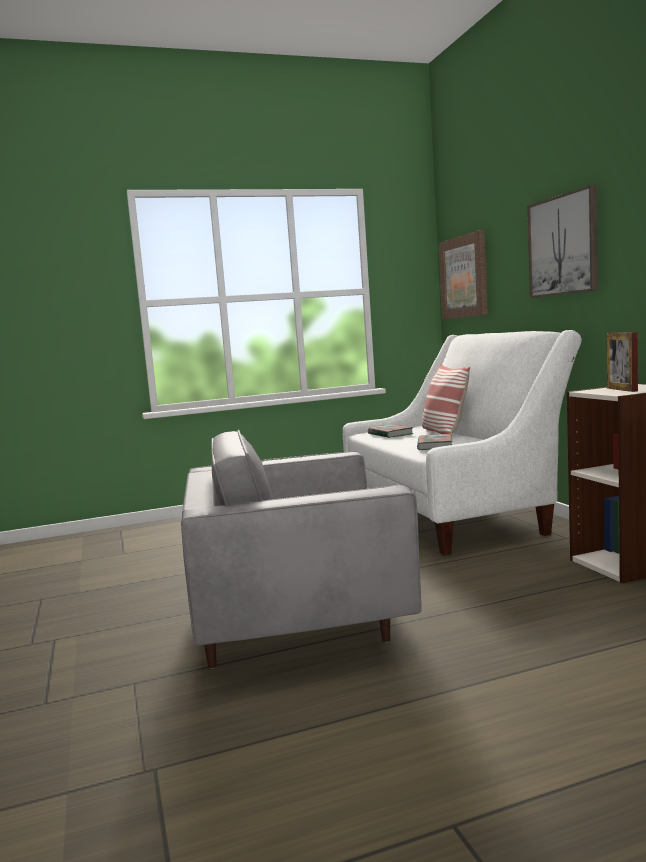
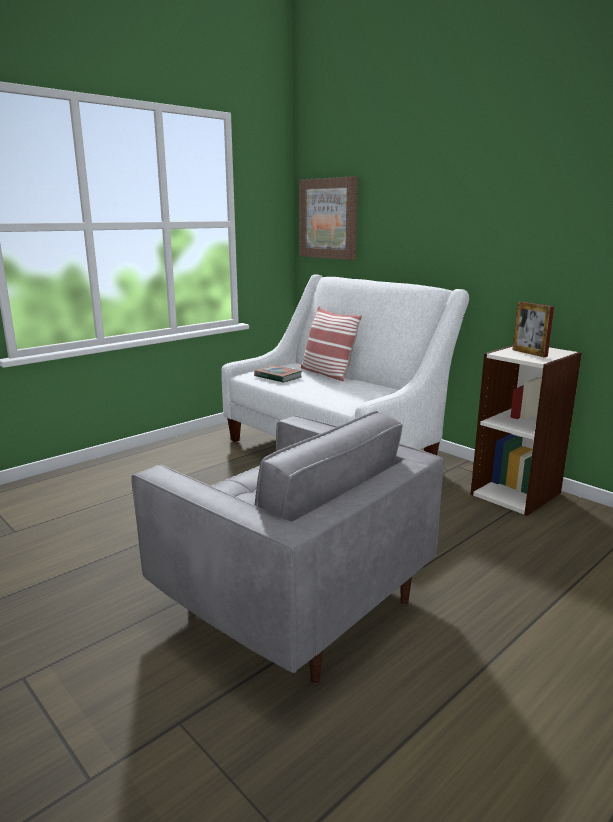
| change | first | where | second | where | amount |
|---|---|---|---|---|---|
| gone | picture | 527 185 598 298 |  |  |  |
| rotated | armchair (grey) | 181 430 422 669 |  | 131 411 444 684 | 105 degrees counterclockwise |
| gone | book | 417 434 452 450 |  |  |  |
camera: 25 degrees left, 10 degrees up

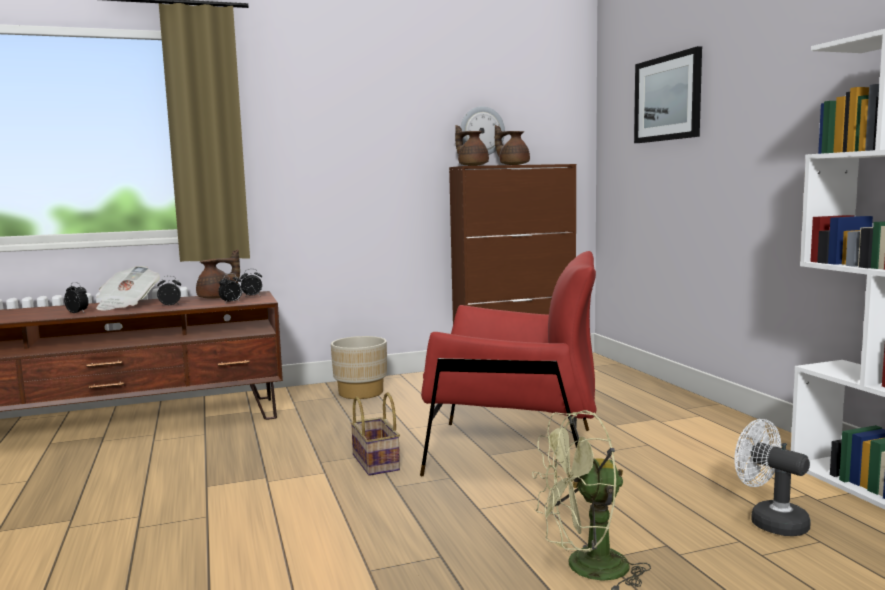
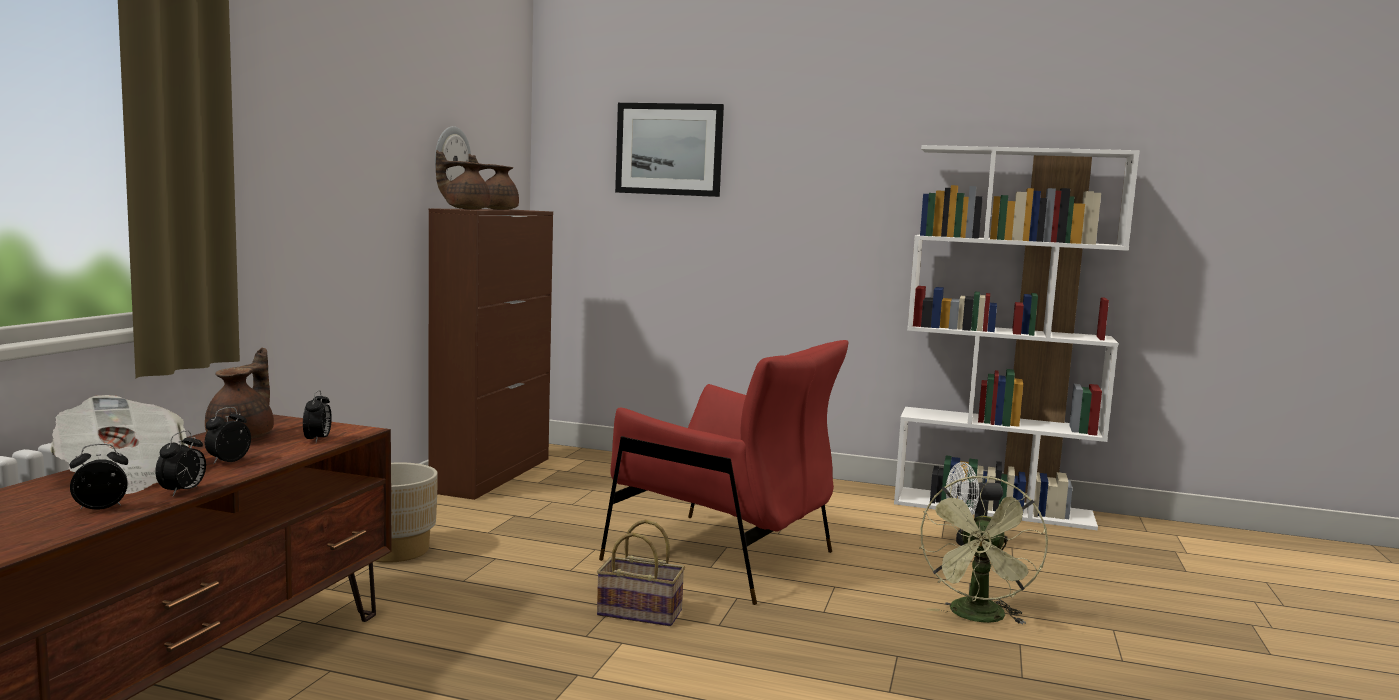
| change | first | where | second | where | amount |
|---|---|---|---|---|---|
| rotated | armchair (red) | 420 251 597 476 |  | 599 340 849 605 | 75 degrees clockwise |
| shifted | alarm clock | 240 269 262 298 |  | 155 431 206 496 |  |
camera: 55 degrees left, 0 degrees up

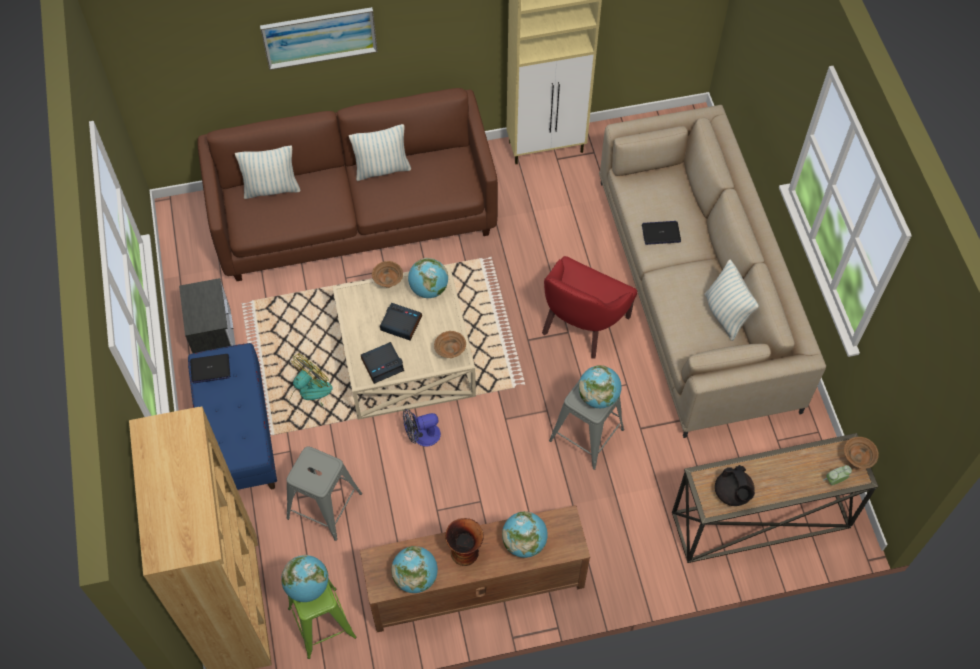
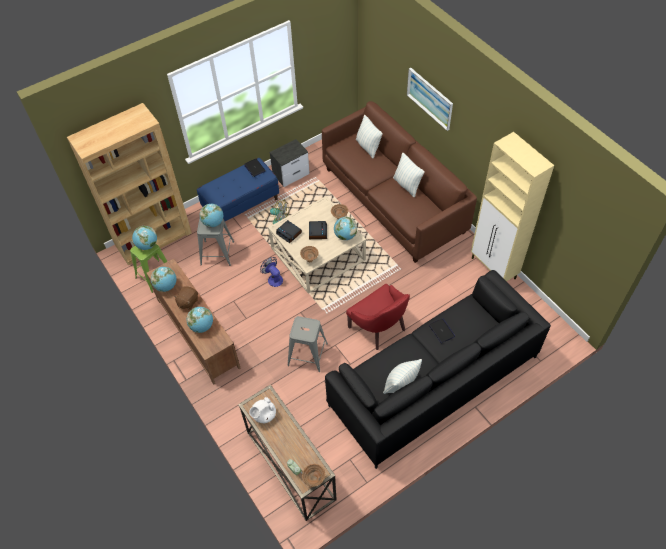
| change | first | where | second | where | amount |
|---|---|---|---|---|---|
| repainted | sofa (beige) | 599 105 826 438 | sofa (black) | 325 270 551 469 |  |
| rotated | armchair (red) | 542 256 637 359 |  | 346 284 410 350 | 135 degrees counterclockwise |
| shifted | globe | 579 365 622 408 |  | 200 204 223 227 |  |
| repainted | teapot (black) | 715 465 755 506 | teapot (white) | 249 397 276 423 |  |
| swapped | vase | 445 518 484 566 | plush toy (brown) | 174 286 198 310 |  |
camera: 70 degrees right, 5 degrees down

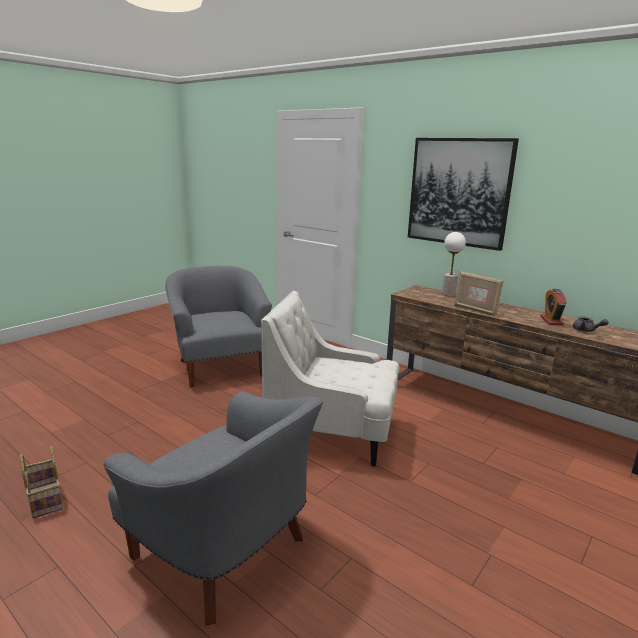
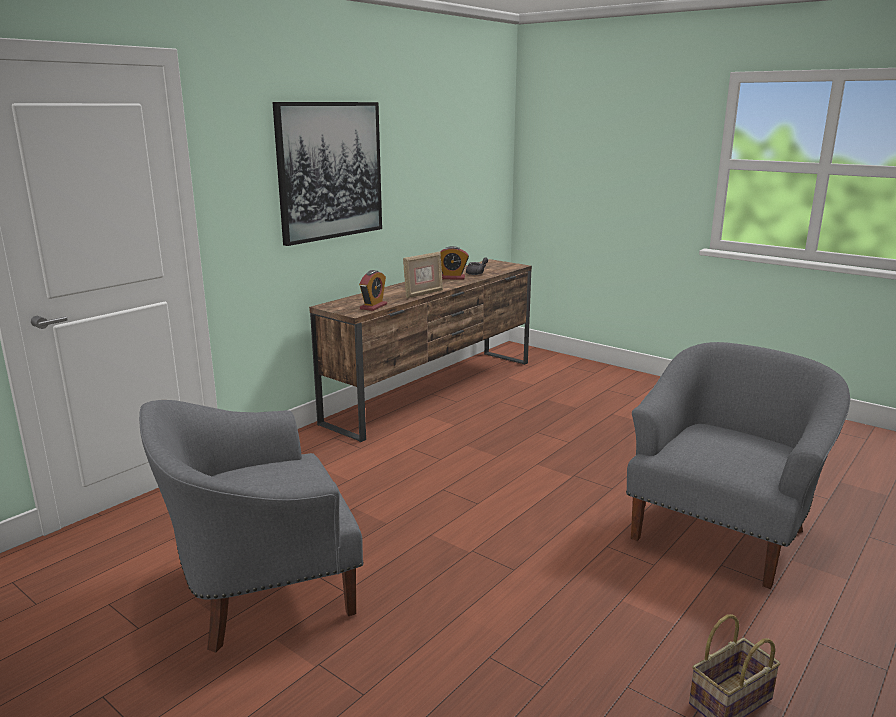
| change | first | where | second | where | amount |
|---|---|---|---|---|---|
| gone | table lamp | 442 232 466 296 |  |  |  |
| gone | armchair (white) | 261 291 399 466 |  |  |  |
| new |  |  | alarm clock | 359 270 387 311 |  |
camera: 90 degrees left, 0 degrees up

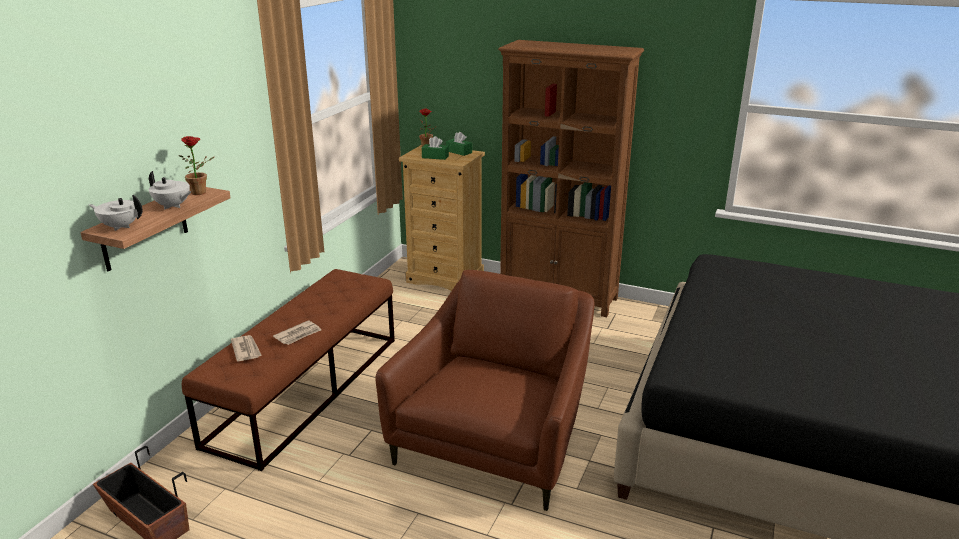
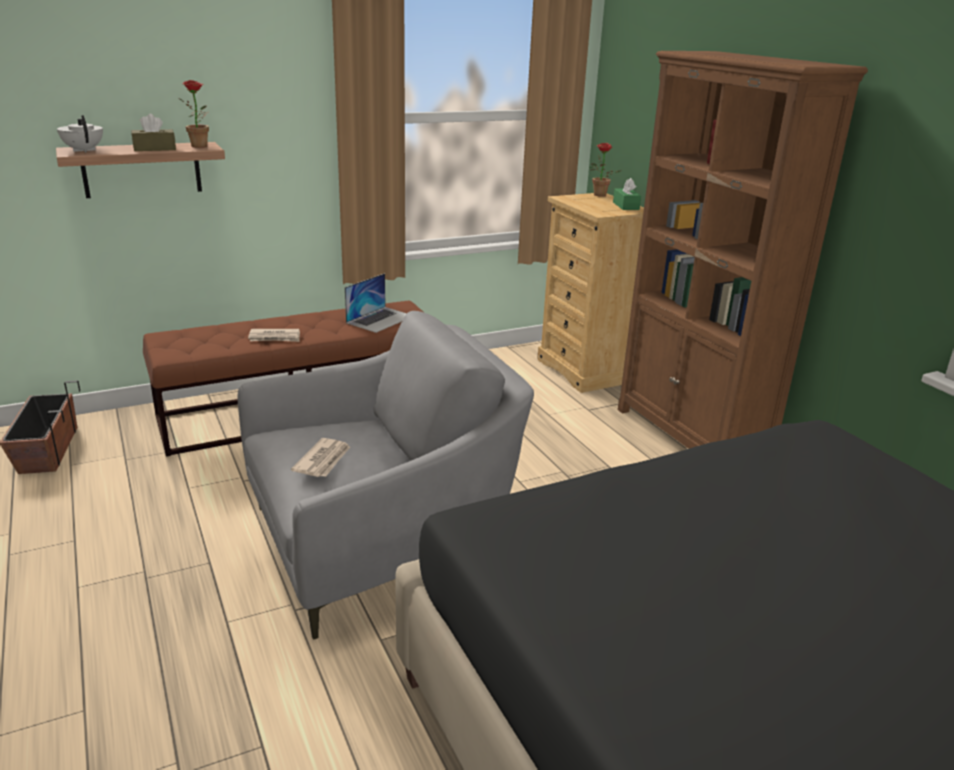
| change | first | where | second | where | amount |
|---|---|---|---|---|---|
| gone | tissue box (green) | 422 136 449 160 |  |  |  |
| swapped | teapot (white) | 149 171 192 209 | tissue box (brown) | 131 114 176 151 |  |
| repainted | armchair (brown) | 376 270 595 511 | armchair (grey) | 237 311 534 640 |  |
| shifted | newspaper | 231 335 262 361 |  | 291 438 351 477 |  |
| new |  |  | laptop | 345 273 407 333 |  |
camera: 40 degrees right, 0 degrees up

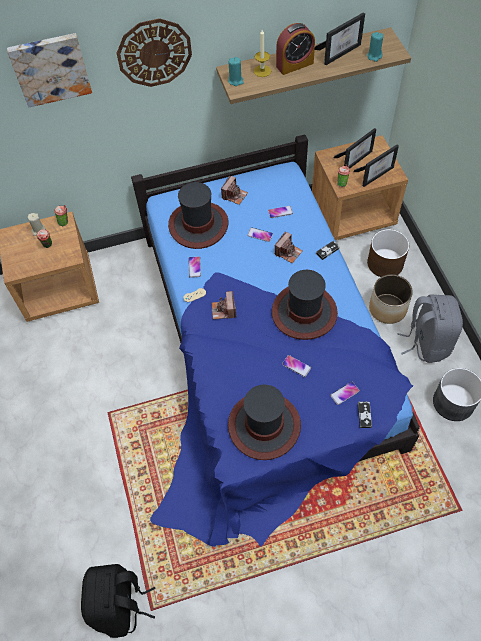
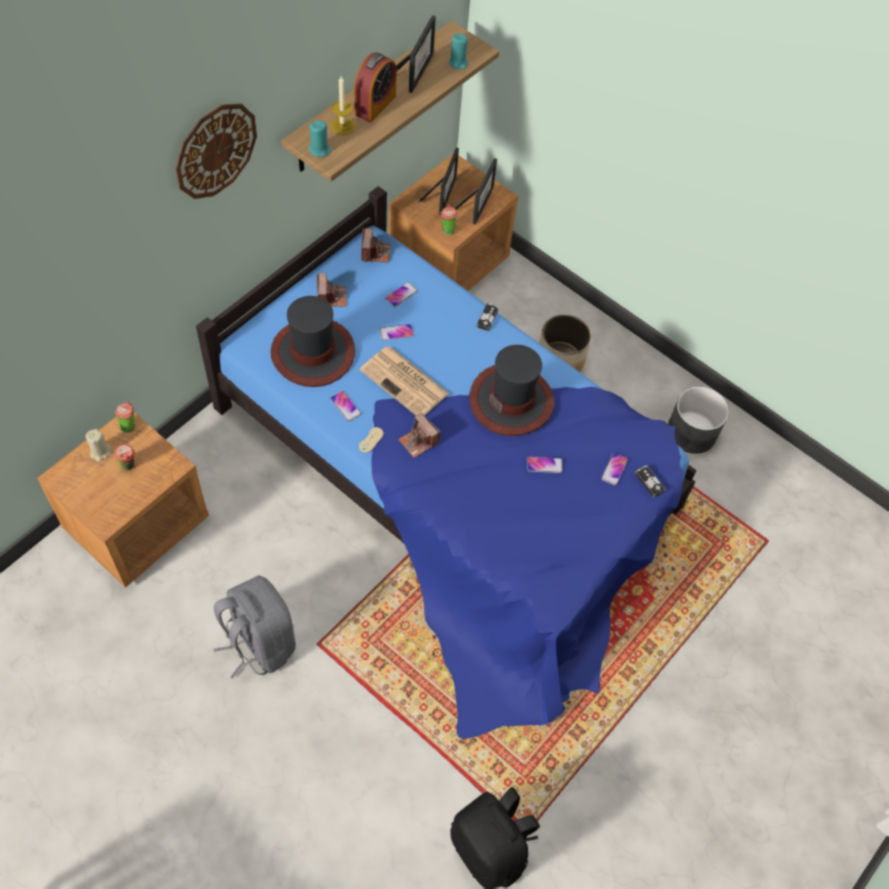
| change | first | where | second | where | amount |
|---|---|---|---|---|---|
| gone | picture | 7 33 92 107 |  |  |  |
| gone | planter (brown) | 367 229 409 277 |  |  |  |
| shifted | photo camera | 275 232 303 263 |  | 361 228 391 263 |  |
| shifted | backpack (grey) | 397 295 463 363 |  | 213 576 296 678 |  |
| gone | hat | 228 385 301 460 |  |  |  |
| new |  |  | newspaper | 360 346 449 416 |  |
camera: 40 degrees left, 0 degrees up

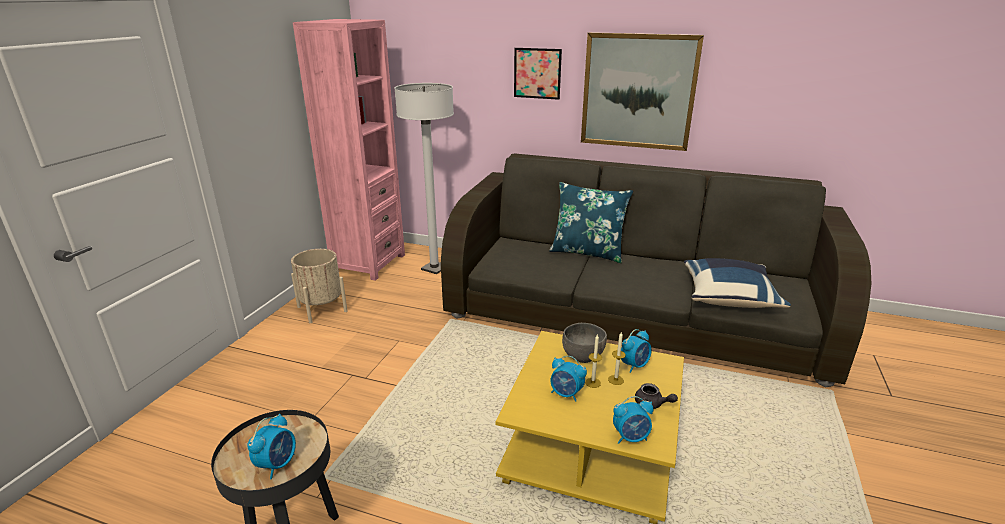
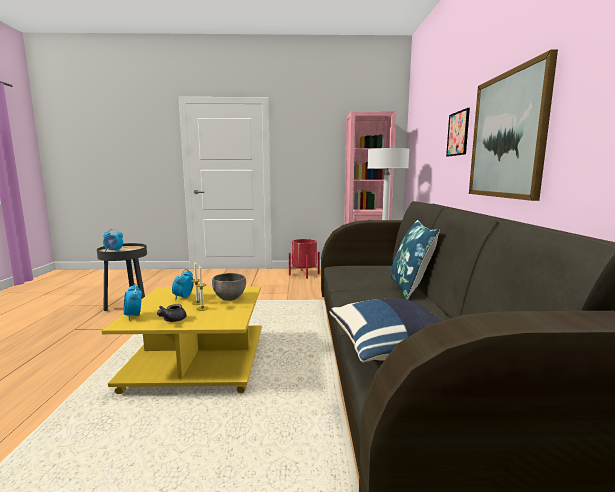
| change | first | where | second | where | amount |
|---|---|---|---|---|---|
| repainted | planter (beige) | 291 249 348 323 | planter (red) | 289 239 320 279 |  |
| gone | alarm clock | 621 329 651 373 |  |  |  |
camera: 70 degrees right, 15 degrees down

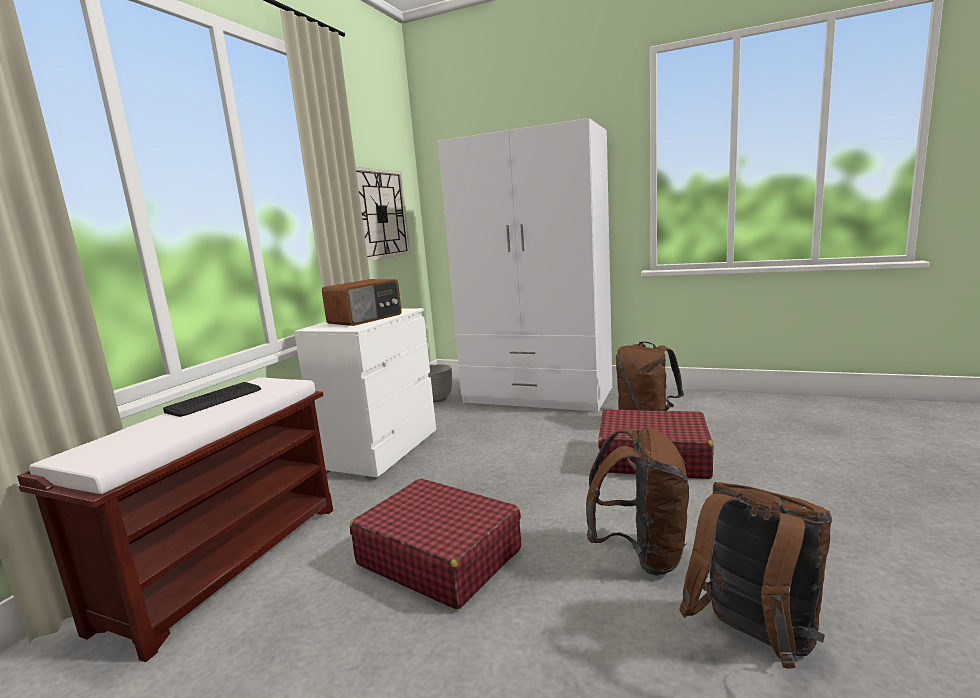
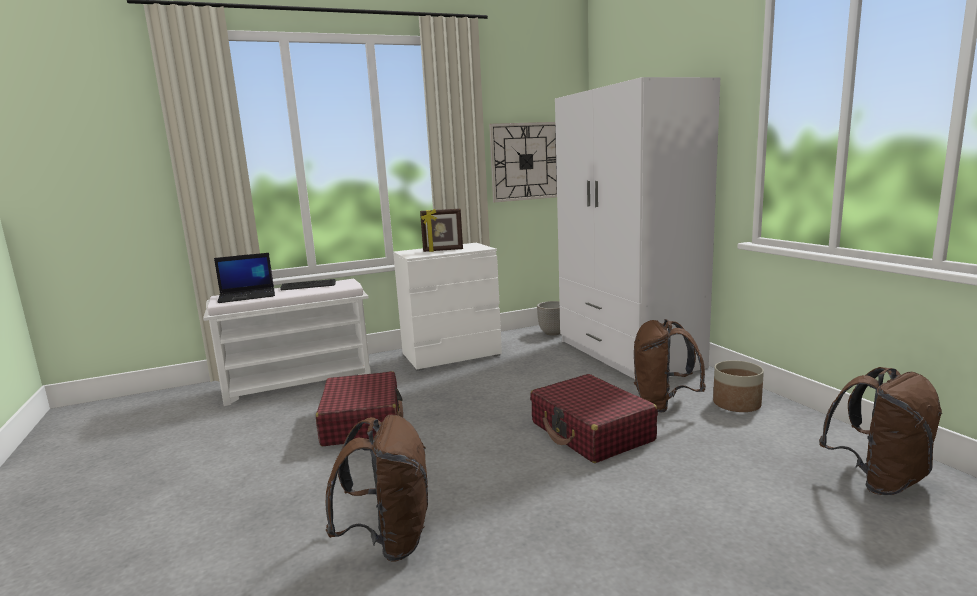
| change | first | where | second | where | amount |
|---|---|---|---|---|---|
| swapped | radio | 322 279 402 326 | picture frame | 420 209 463 252 |  |
| repainted | bench (brown) | 17 377 333 662 | bench (white) | 203 279 371 406 |  |
| shifted | backpack (brown) | 586 427 689 576 |  | 819 367 942 495 |  |
| new |  |  | laptop | 214 253 275 303 |  |
| new |  |  | planter | 713 361 764 412 |  |
camera: 45 degrees right, 0 degrees up

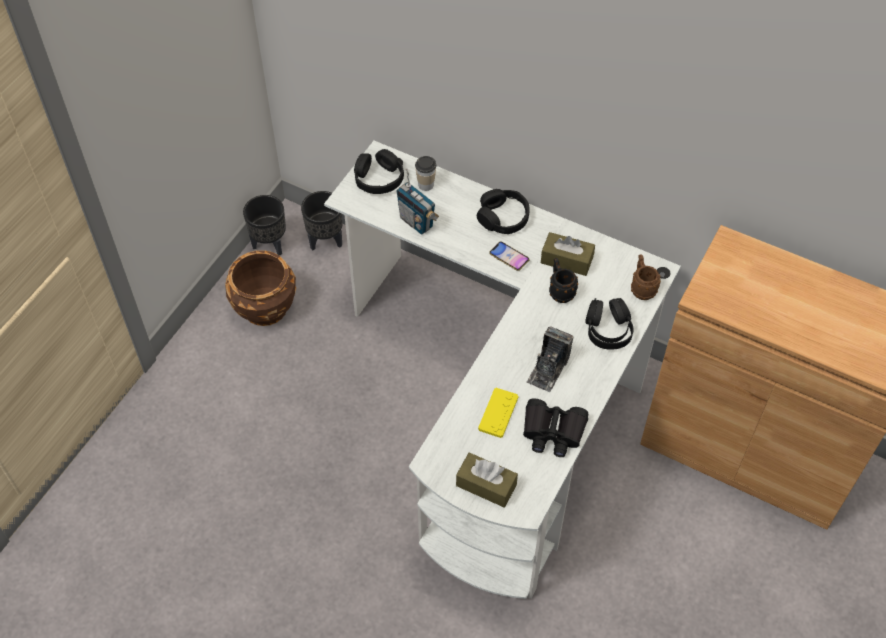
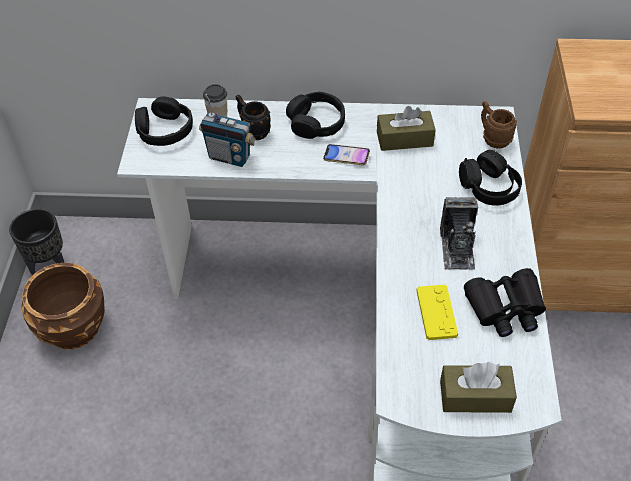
| change | first | where | second | where | amount |
|---|---|---|---|---|---|
| gone | planter (black) | 301 191 343 250 |  |  |  |
| shifted | mug (black) | 549 258 578 303 |  | 236 95 271 140 |  |
camera: 25 degrees left, 5 degrees down

